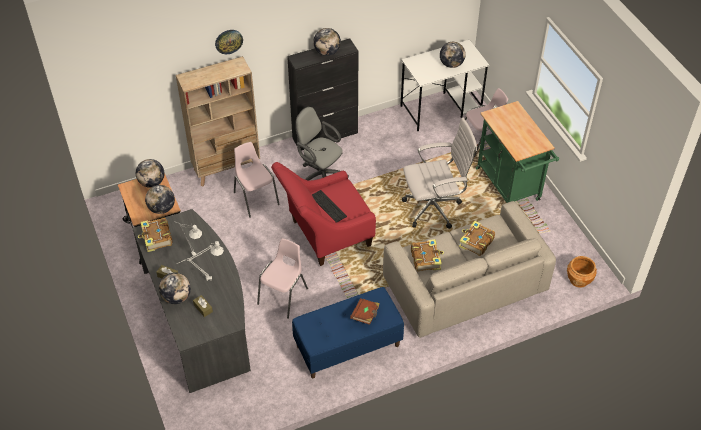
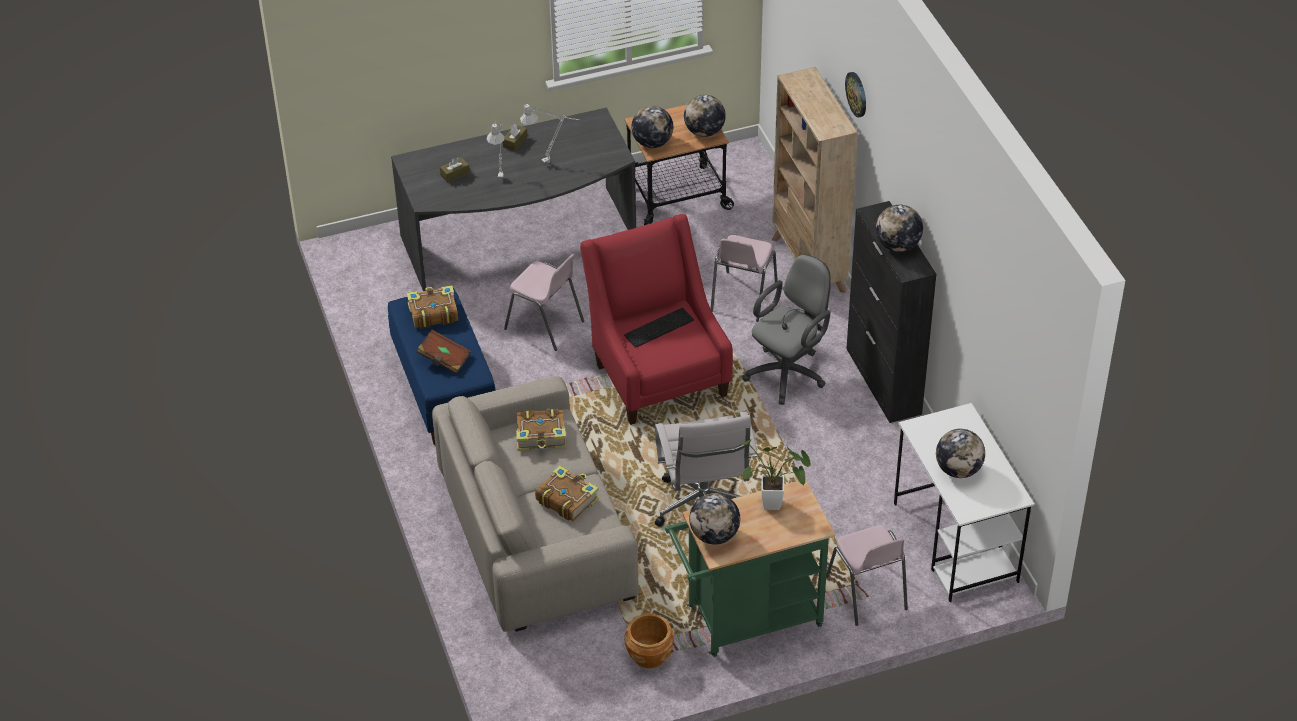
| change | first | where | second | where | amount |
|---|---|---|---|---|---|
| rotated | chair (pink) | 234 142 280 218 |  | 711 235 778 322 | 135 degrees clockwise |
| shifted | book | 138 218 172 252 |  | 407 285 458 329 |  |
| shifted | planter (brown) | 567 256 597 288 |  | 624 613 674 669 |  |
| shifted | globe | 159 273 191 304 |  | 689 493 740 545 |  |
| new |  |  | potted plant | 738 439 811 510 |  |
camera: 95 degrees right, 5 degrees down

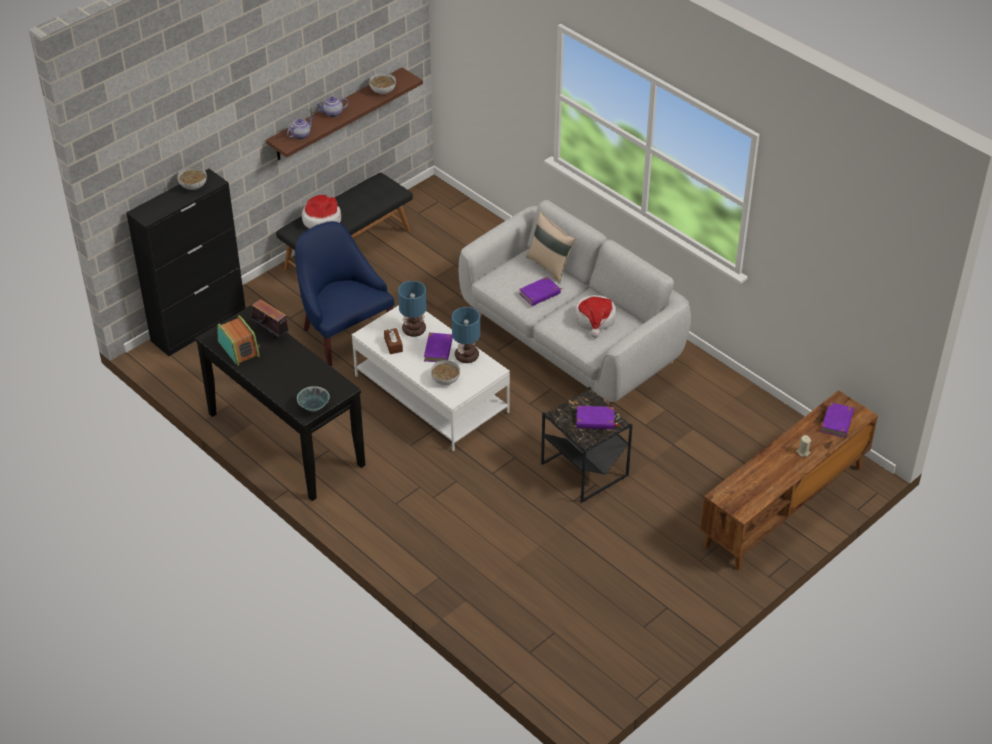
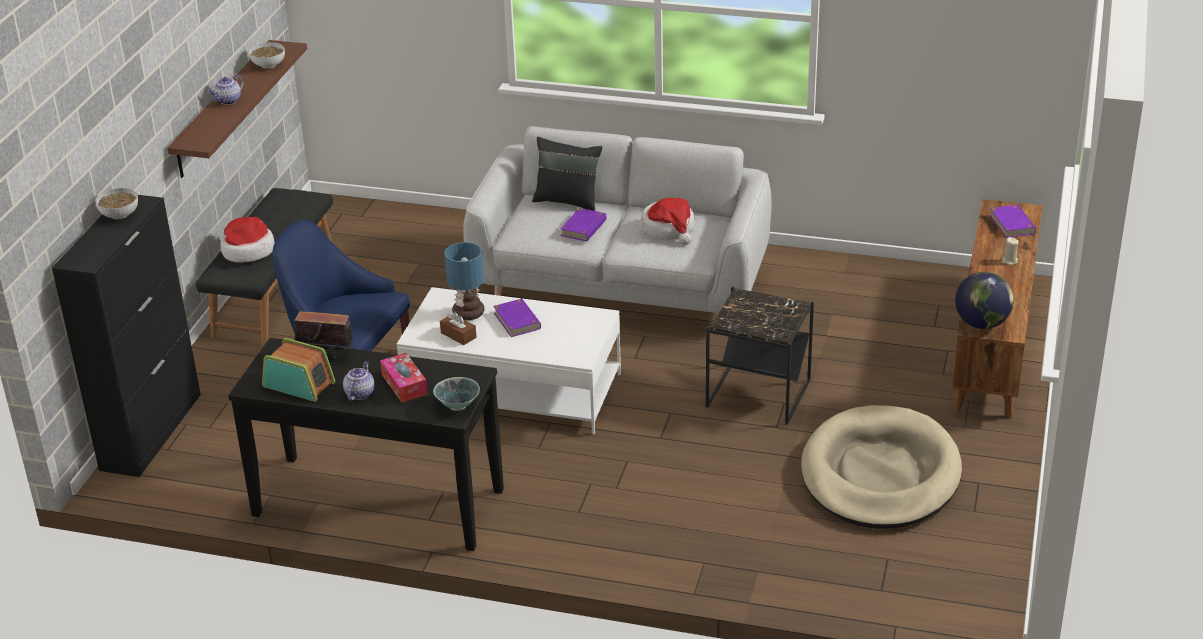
| change | first | where | second | where | amount |
|---|---|---|---|---|---|
| shifted | teapot | 287 117 313 139 |  | 343 361 375 401 |  |
| repainted | pillow (beige) | 526 212 576 283 | pillow (black) | 532 137 602 211 |  |
| gone | table lamp | 452 307 480 363 |  |  |  |
| gone | bowl | 431 360 460 385 |  |  |  |
| gone | book (purple) | 576 406 620 429 |  |  |  |
| new |  |  | globe | 955 272 1014 329 |  |
| new |  |  | tissue box | 380 353 428 402 |  |
| new |  |  | dog bed (beige) | 801 405 962 529 |  |
camera: 30 degrees left, 10 degrees down

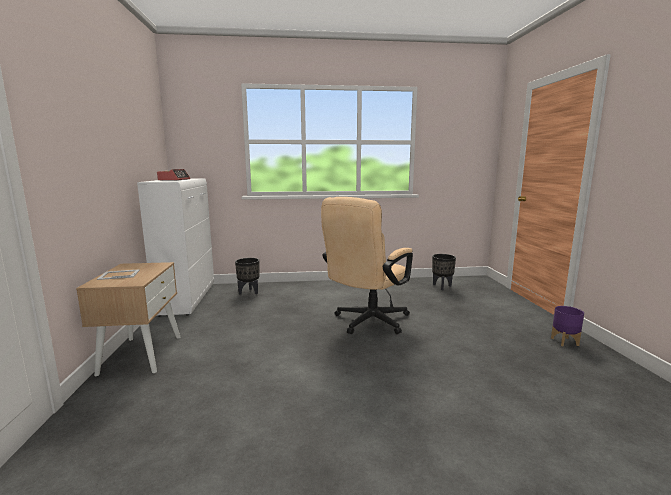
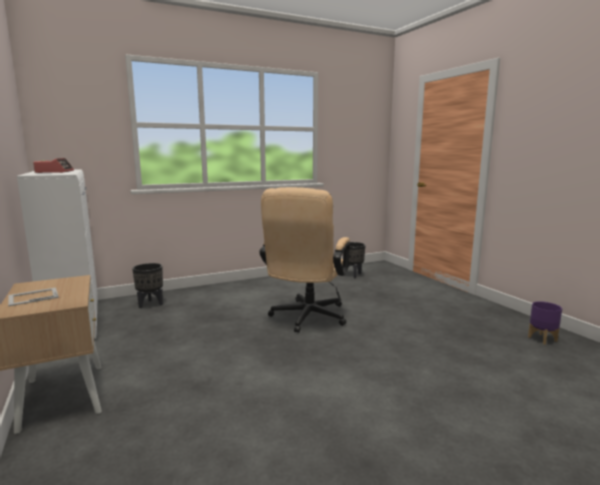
| change | first | where | second | where | amount |
|---|---|---|---|---|---|
| shifted | planter (purple) | 551 306 584 346 |  | 528 301 562 345 |  |
camera: 20 degrees left, 0 degrees up

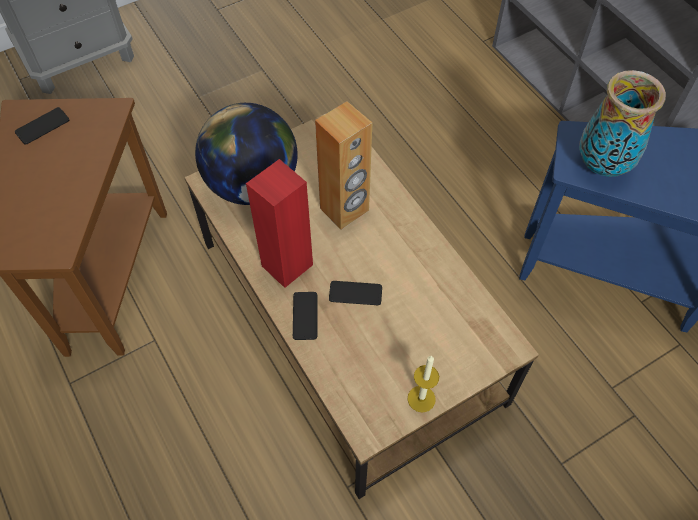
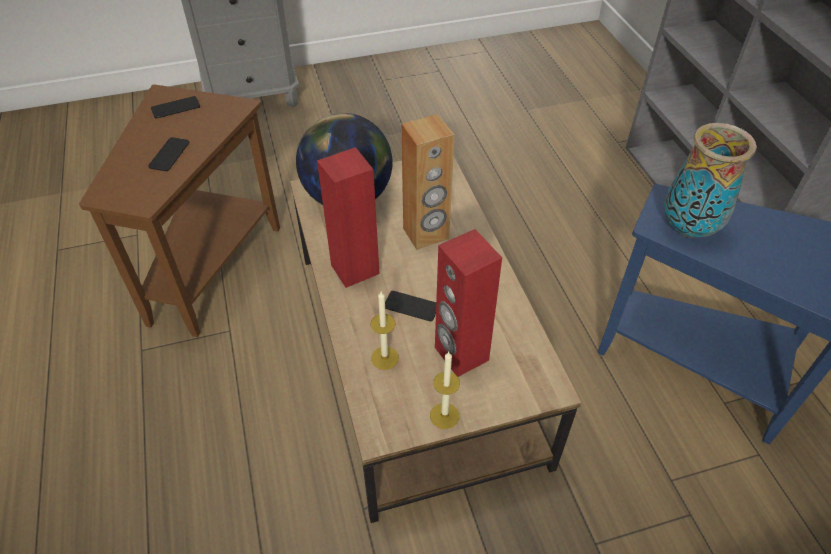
| change | first | where | second | where | amount |
|---|---|---|---|---|---|
| shifted | phone | 293 292 318 340 |  | 148 137 189 171 |  |
| new |  |  | speaker (red) | 435 229 502 377 |  |
| new |  |  | candle | 370 291 399 370 |  |
camera: 15 degrees right, 10 degrees down

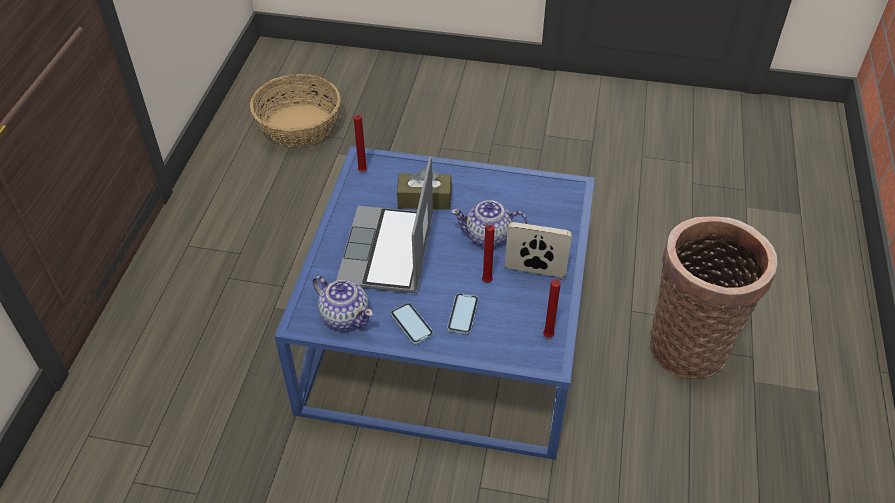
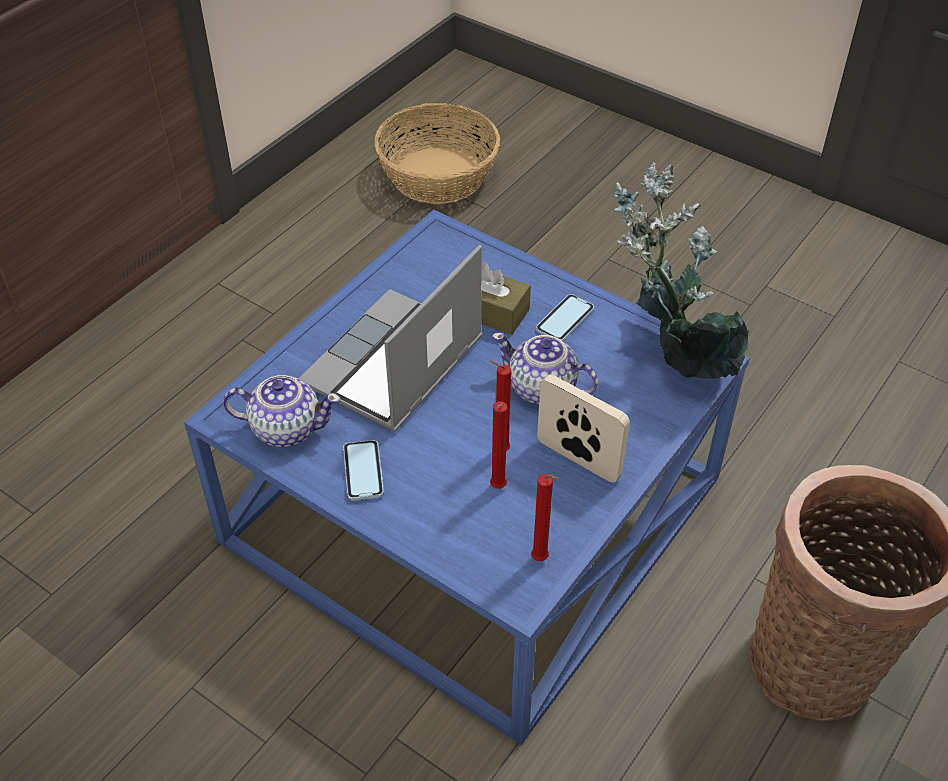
| change | first | where | second | where | amount |
|---|---|---|---|---|---|
| shifted | candle (red) | 354 114 367 172 |  | 490 401 508 489 |  |
| rotated | teapot | 312 275 373 330 |  | 223 375 340 447 | 60 degrees counterclockwise |
| shifted | phone | 447 293 479 334 |  | 536 294 594 341 |  |
| new |  |  | potted plant | 614 162 750 379 |  |
camera: 25 degrees right, 0 degrees up

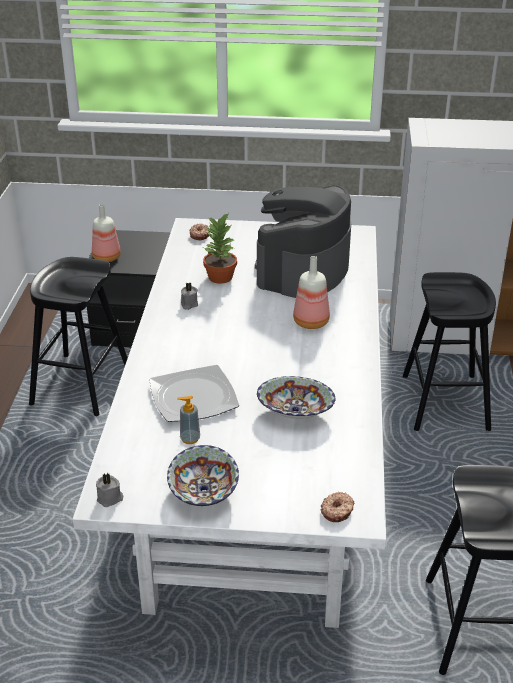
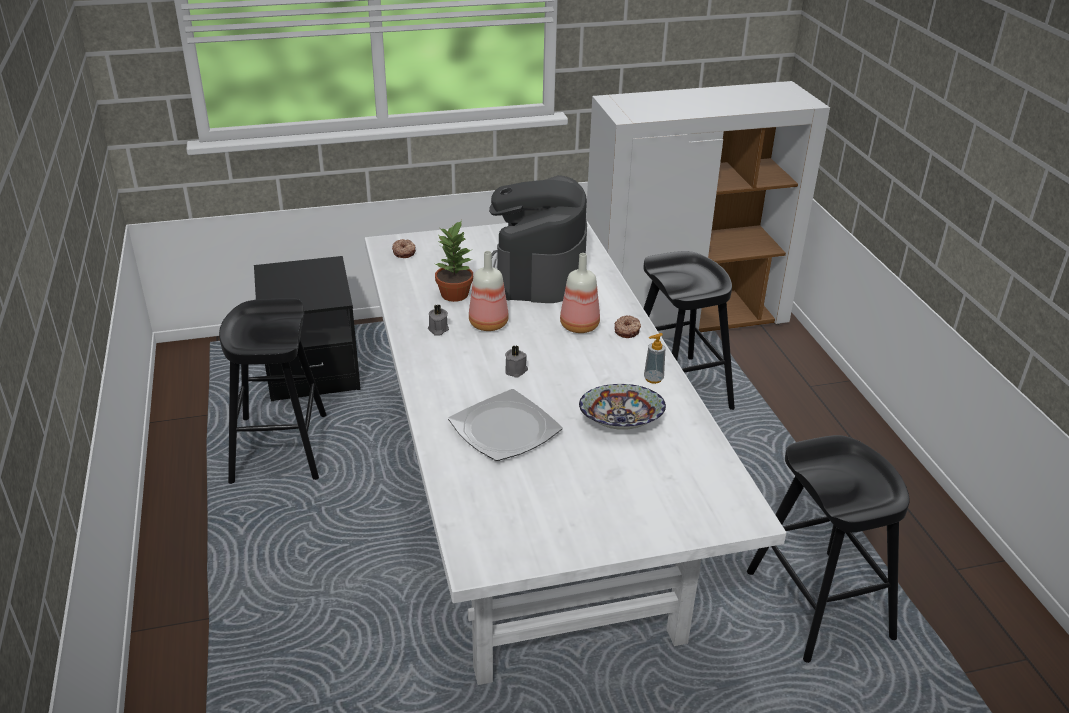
| change | first | where | second | where | amount |
|---|---|---|---|---|---|
| shifted | bottle | 92 204 121 262 |  | 469 251 509 331 |  |
| shifted | soap dispenser | 177 396 200 444 |  | 644 333 665 384 |  |
| gone | bowl | 167 445 239 506 |  |  |  |
| shifted | candle (grey) | 96 473 123 507 |  | 505 346 528 378 |  |
| shifted | donut | 321 492 354 522 |  | 614 315 641 338 |  |
camera: 20 degrees left, 0 degrees up

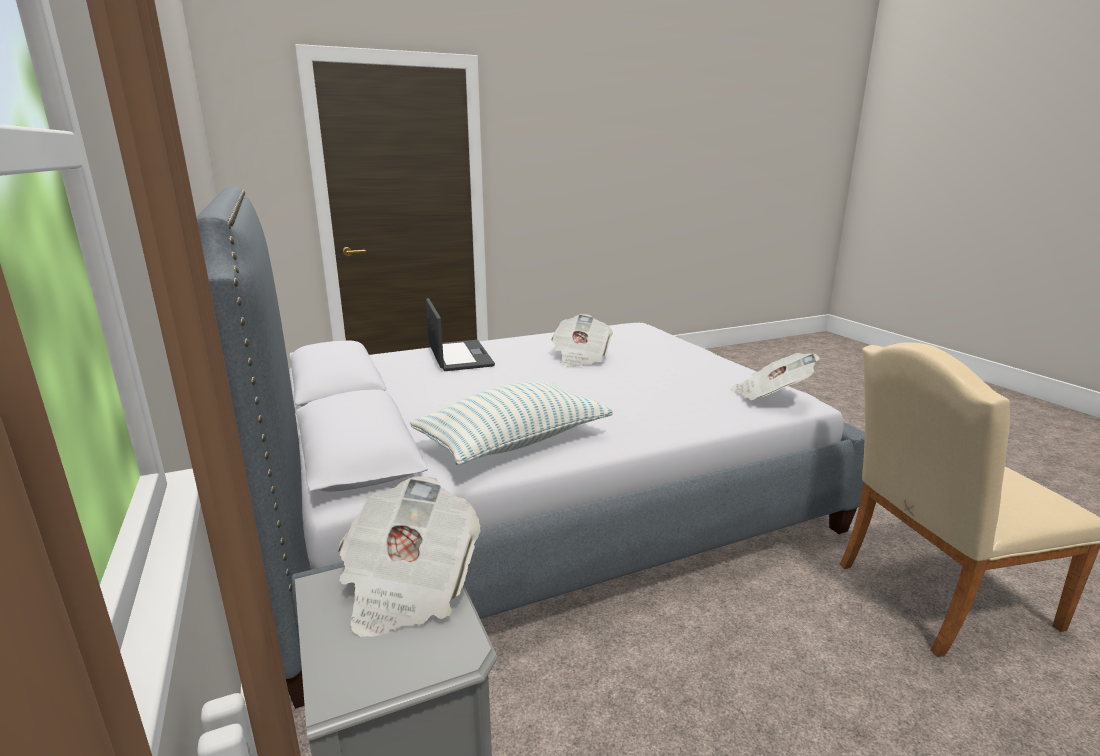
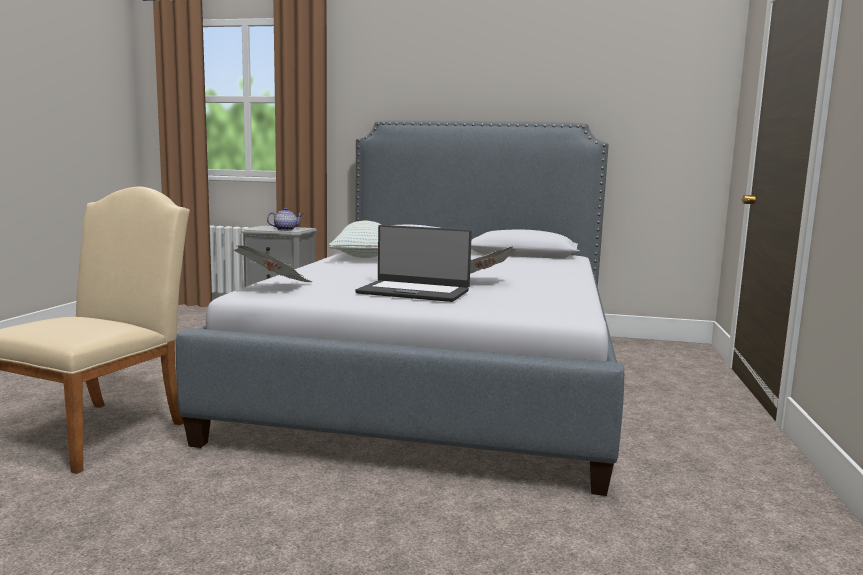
| change | first | where | second | where | amount |
|---|---|---|---|---|---|
| shifted | laptop | 426 298 495 371 |  | 356 225 472 302 |  |
| swapped | newspaper | 339 476 480 637 | teapot | 267 208 303 230 |  |
camera: 125 degrees right, 10 degrees down

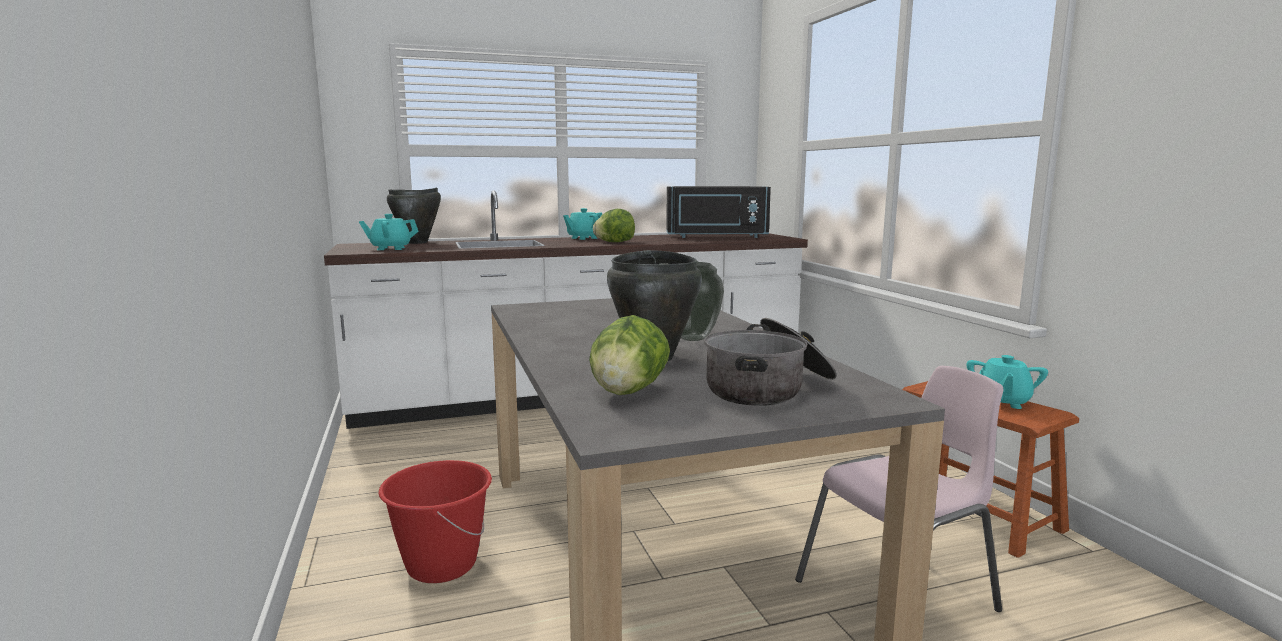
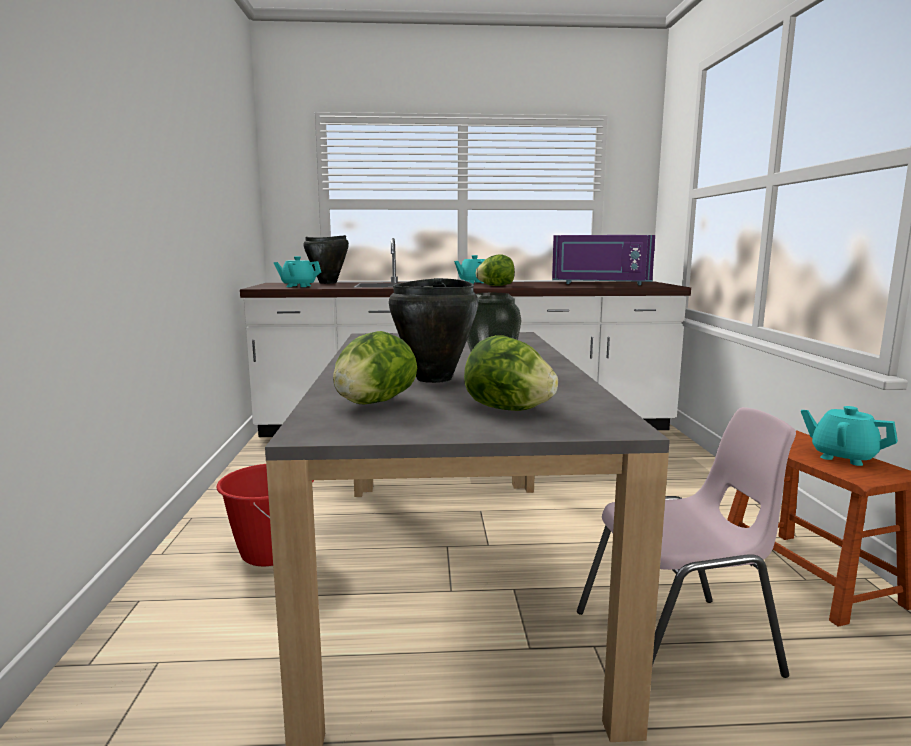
| change | first | where | second | where | amount |
|---|---|---|---|---|---|
| repainted | microwave (black) | 666 186 771 238 | microwave (purple) | 552 235 655 285 |  |
| swapped | cooking pot | 704 318 837 406 | lettuce | 464 335 558 411 |  |
| rotated | teapot (turquoise) | 966 355 1048 409 |  | 801 406 898 466 | 90 degrees clockwise |
camera: 15 degrees right, 0 degrees up

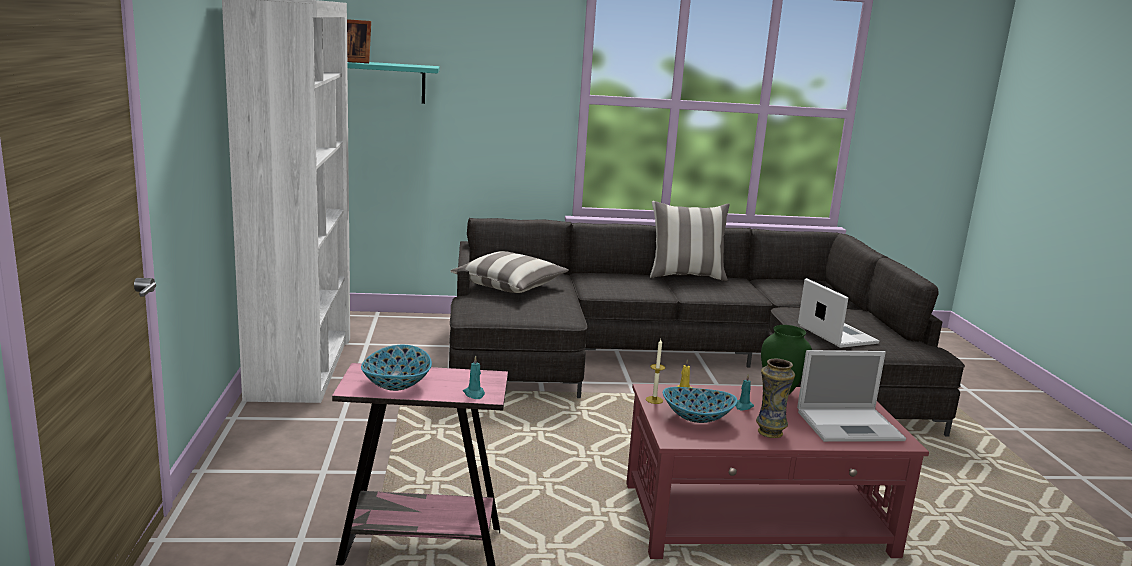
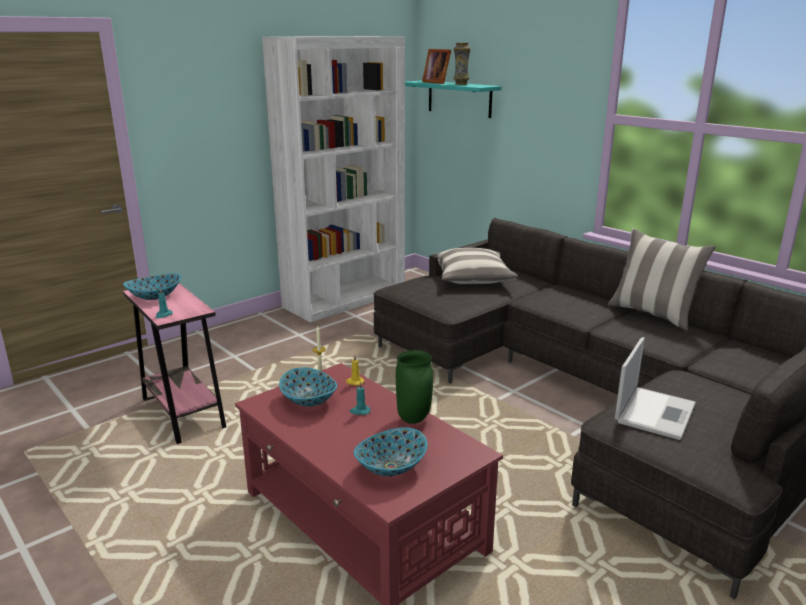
| change | first | where | second | where | amount |
|---|---|---|---|---|---|
| swapped | laptop | 797 350 906 442 | bowl | 354 427 428 476 |  |
| shifted | vase | 756 359 795 438 |  | 454 43 471 85 |  |
camera: 55 degrees right, 5 degrees up

